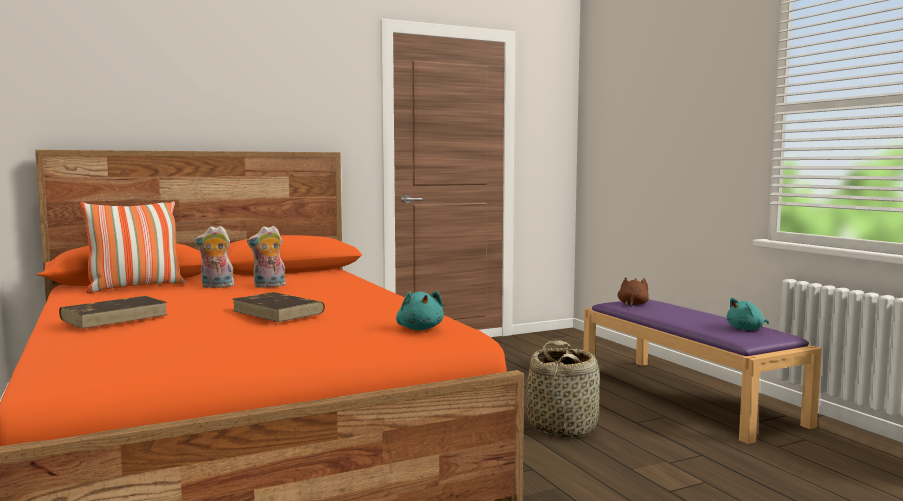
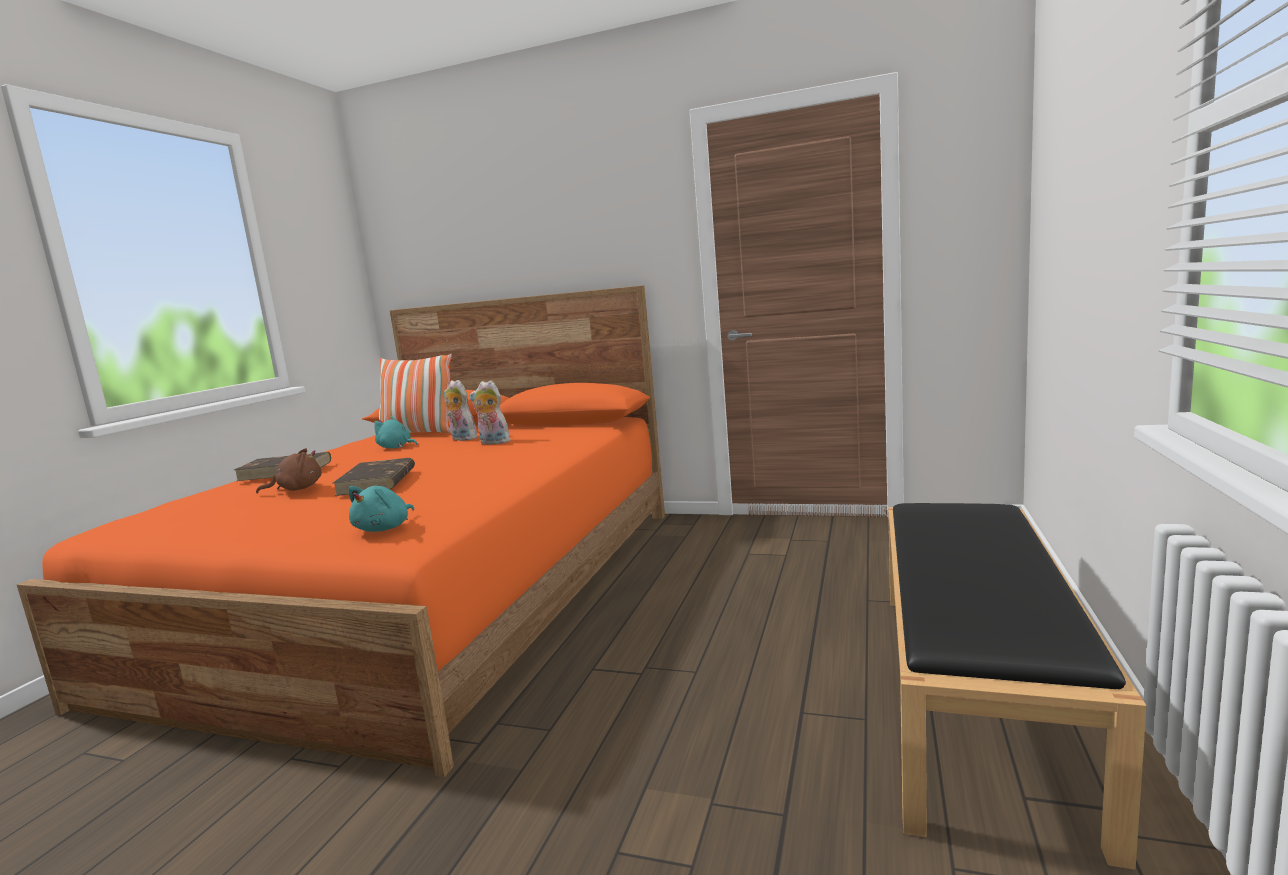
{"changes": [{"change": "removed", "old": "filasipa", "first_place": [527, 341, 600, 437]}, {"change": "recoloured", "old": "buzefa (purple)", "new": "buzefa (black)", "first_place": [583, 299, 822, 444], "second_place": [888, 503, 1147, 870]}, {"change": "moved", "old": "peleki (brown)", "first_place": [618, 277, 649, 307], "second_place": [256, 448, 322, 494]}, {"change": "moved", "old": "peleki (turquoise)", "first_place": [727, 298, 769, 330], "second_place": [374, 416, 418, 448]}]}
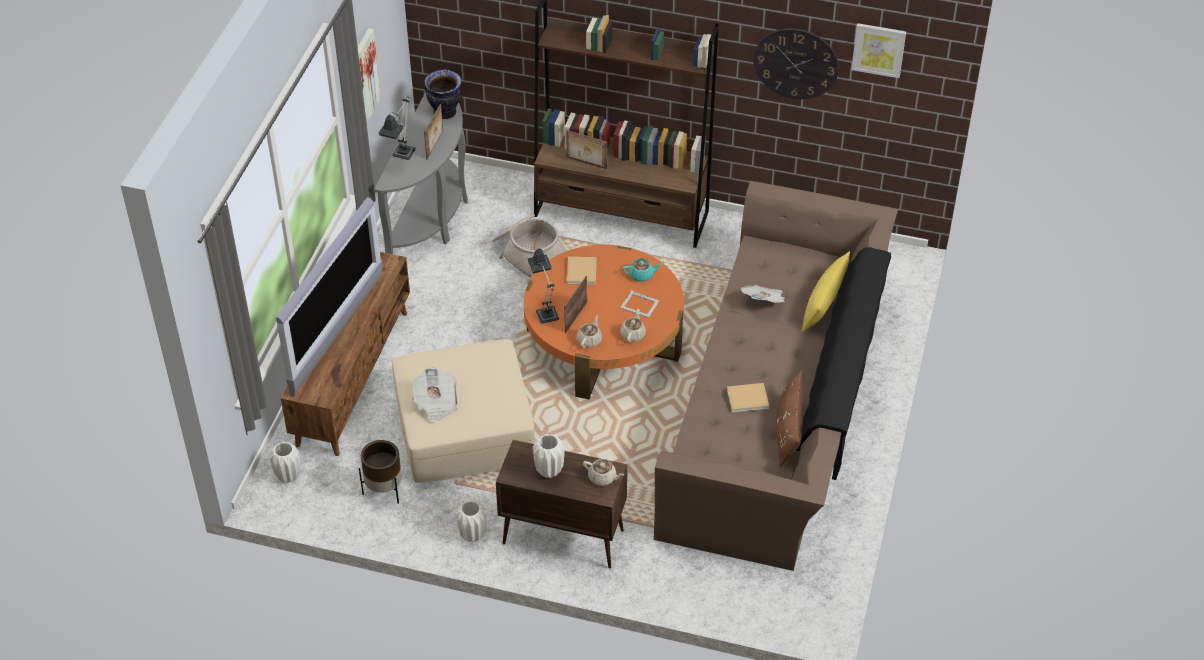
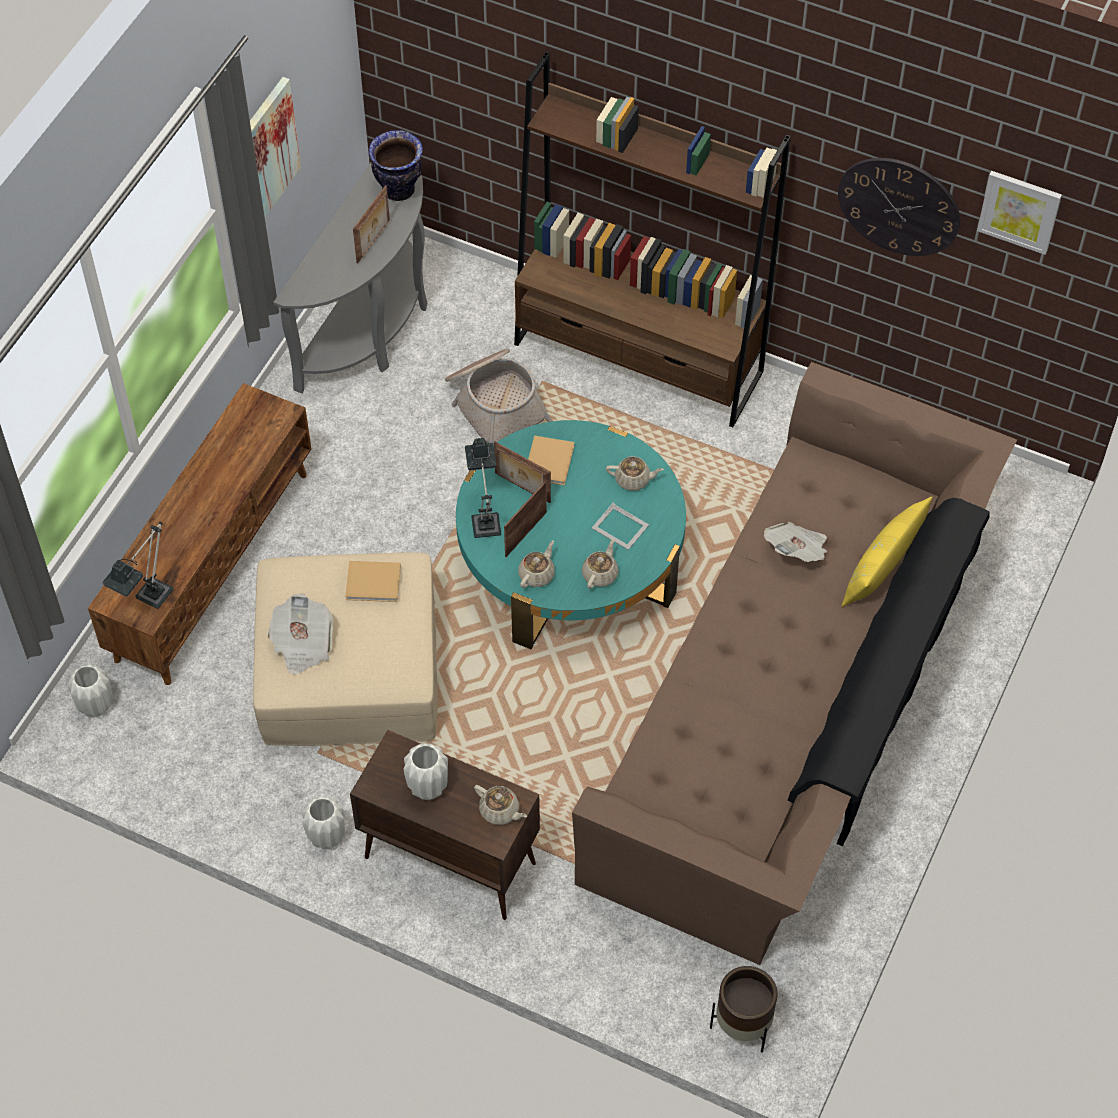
{"changes": [{"change": "removed", "old": "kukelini", "first_place": [276, 197, 383, 397]}, {"change": "moved", "old": "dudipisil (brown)", "first_place": [359, 440, 402, 504], "second_place": [710, 966, 777, 1053]}, {"change": "moved", "old": "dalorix", "first_place": [379, 97, 416, 160], "second_place": [102, 522, 173, 609]}, {"change": "recoloured", "old": "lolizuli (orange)", "new": "lolizuli (turquoise)", "first_place": [523, 245, 684, 399], "second_place": [456, 420, 686, 649]}, {"change": "moved", "old": "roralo", "first_place": [566, 130, 607, 169], "second_place": [494, 441, 551, 503]}, {"change": "recoloured", "old": "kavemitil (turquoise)", "new": "kavemitil (beige)", "first_place": [623, 258, 663, 282], "second_place": [606, 456, 664, 491]}, {"change": "moved", "old": "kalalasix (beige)", "first_place": [727, 383, 769, 412], "second_place": [345, 561, 401, 602]}, {"change": "removed", "old": "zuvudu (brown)", "first_place": [776, 370, 804, 467]}]}
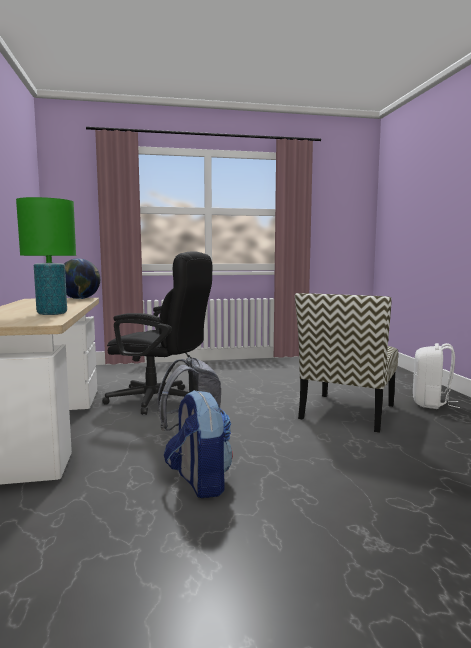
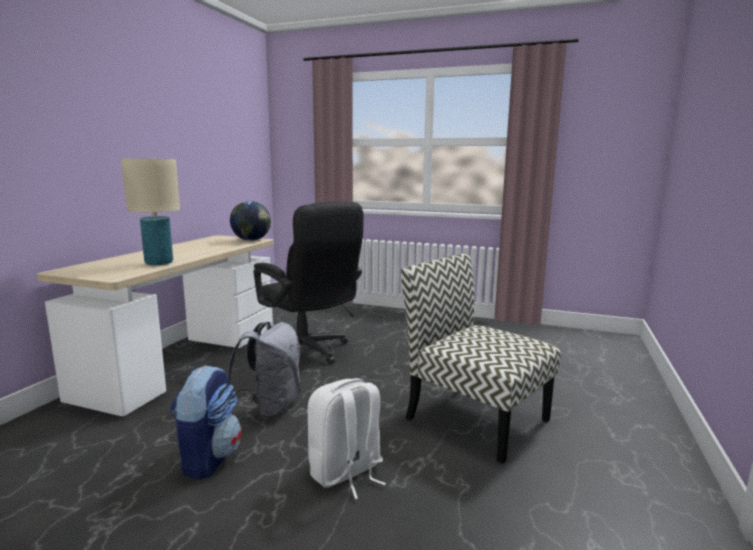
{"changes": [{"change": "recoloured", "old": "dalorix (green)", "new": "dalorix (beige)", "first_place": [16, 197, 76, 315], "second_place": [121, 159, 180, 266]}, {"change": "turned", "old": "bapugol", "first_place": [295, 293, 398, 433], "second_place": [401, 253, 561, 464], "degrees": 75}, {"change": "moved", "old": "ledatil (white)", "first_place": [413, 343, 460, 409], "second_place": [308, 378, 386, 499]}]}
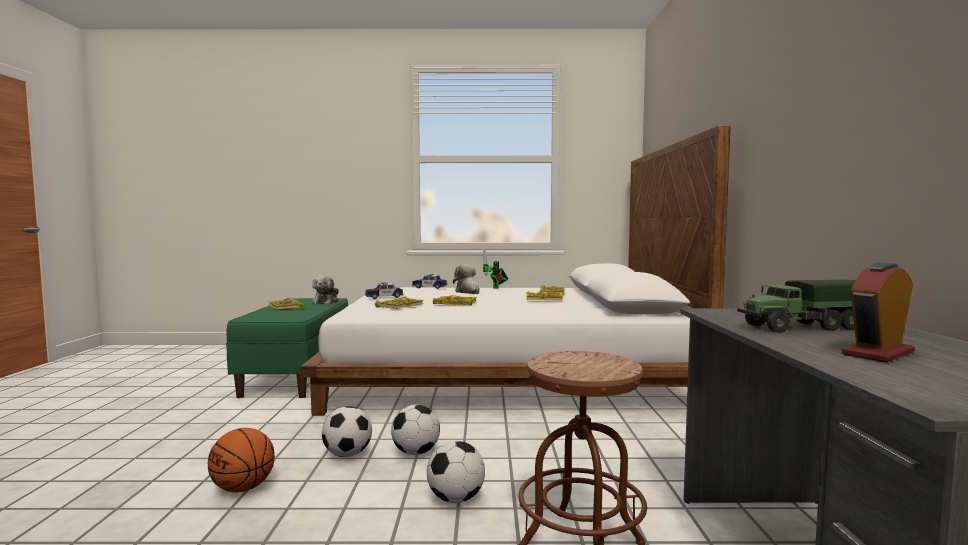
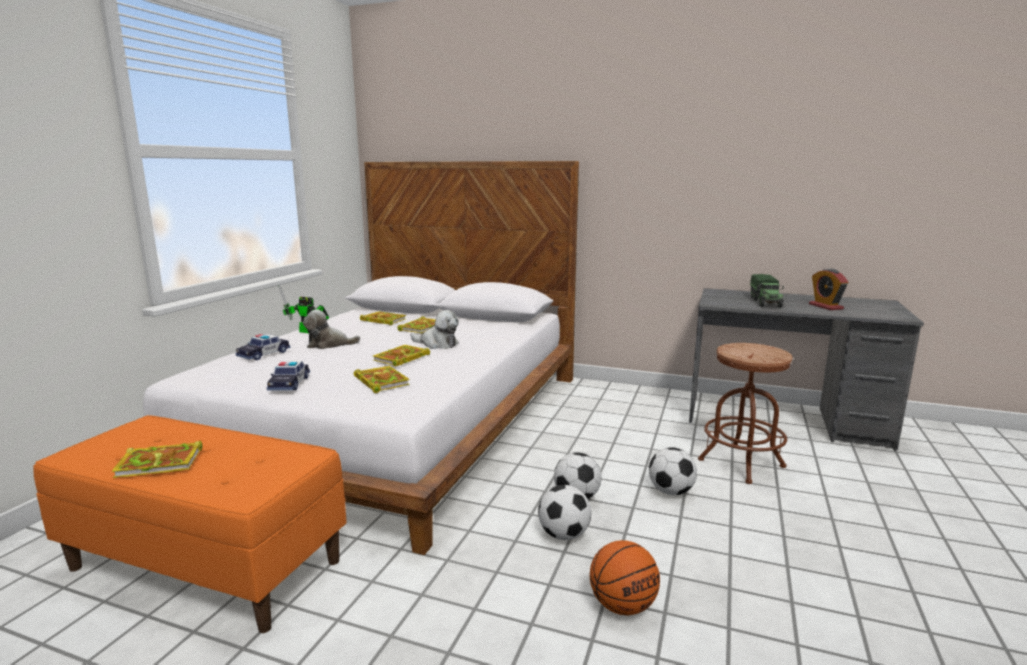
{"changes": [{"change": "recoloured", "old": "buzefa (green)", "new": "buzefa (orange)", "first_place": [226, 298, 348, 398], "second_place": [33, 415, 347, 633]}, {"change": "moved", "old": "peleki", "first_place": [312, 276, 339, 304], "second_place": [411, 310, 459, 349]}]}
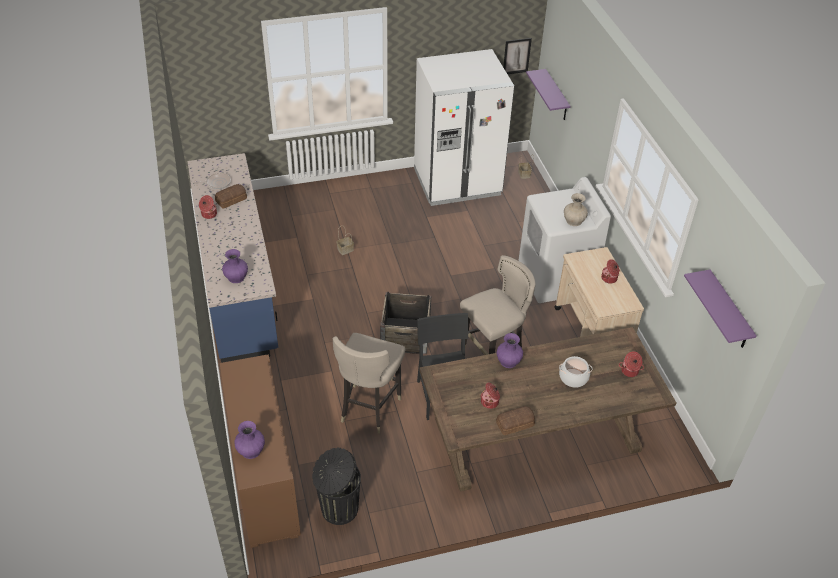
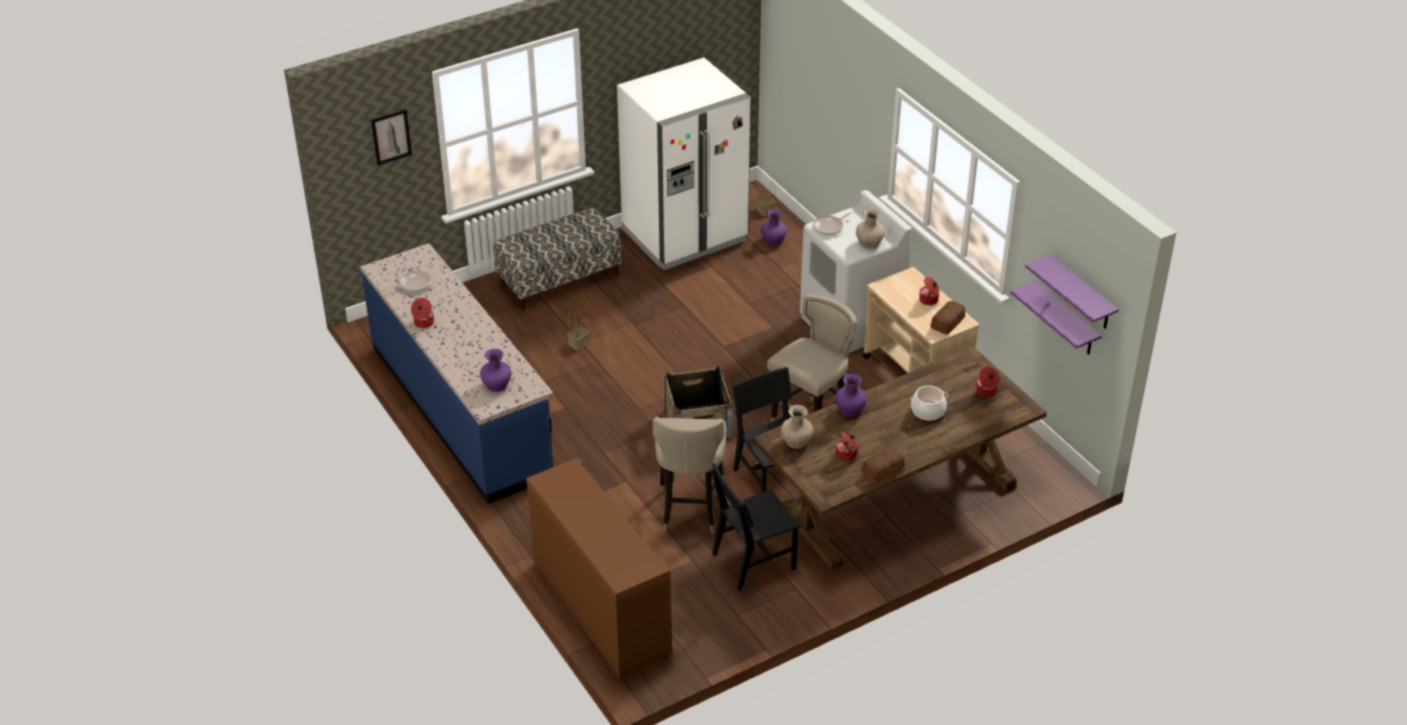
{"changes": [{"change": "moved", "old": "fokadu", "first_place": [215, 184, 247, 209], "second_place": [931, 301, 965, 335]}, {"change": "moved", "old": "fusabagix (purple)", "first_place": [234, 421, 265, 459], "second_place": [761, 209, 787, 246]}, {"change": "removed", "old": "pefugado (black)", "first_place": [312, 448, 361, 525]}, {"change": "moved", "old": "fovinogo", "first_place": [503, 38, 532, 74], "second_place": [371, 109, 412, 165]}, {"change": "moved", "old": "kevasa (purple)", "first_place": [526, 69, 571, 120], "second_place": [1011, 281, 1102, 354]}, {"change": "added", "new": "buzefa", "second_place": [493, 207, 621, 310]}, {"change": "added", "new": "bapugol (black)", "second_place": [711, 463, 801, 591]}, {"change": "added", "new": "fusabagix (beige)", "second_place": [781, 405, 813, 449]}, {"change": "added", "new": "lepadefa", "second_place": [813, 212, 852, 235]}]}
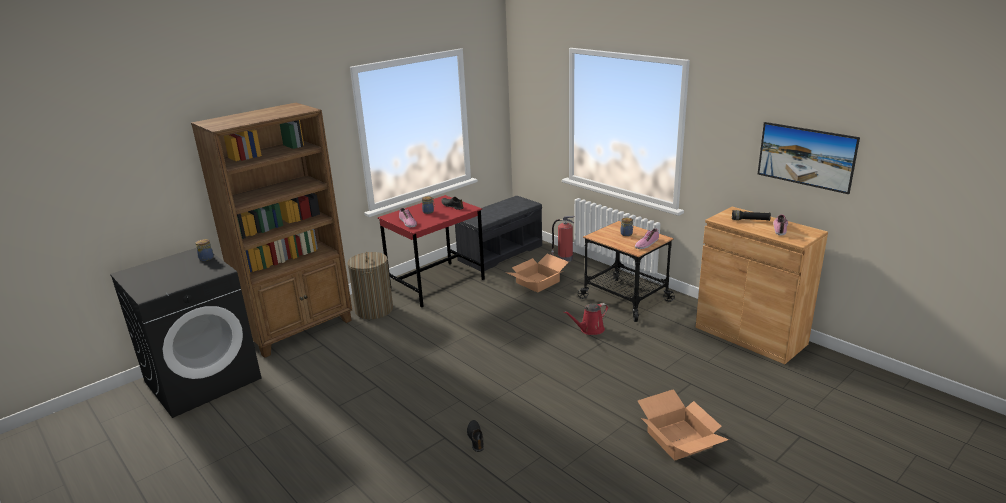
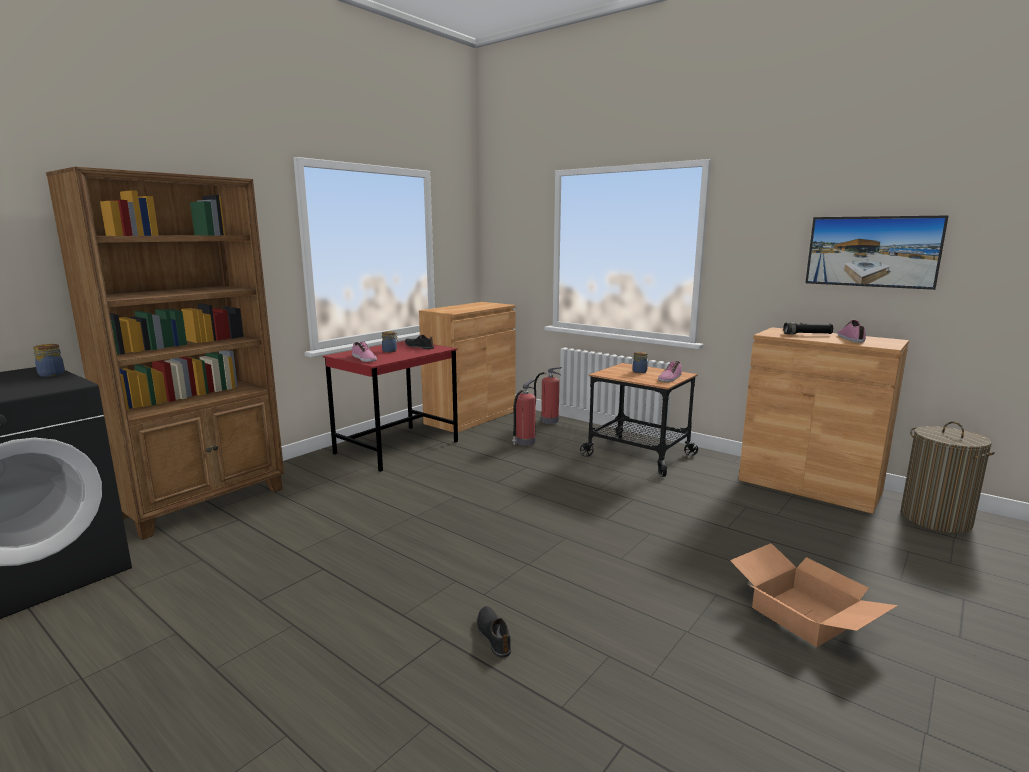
{"changes": [{"change": "moved", "old": "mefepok", "first_place": [347, 251, 393, 319], "second_place": [901, 421, 995, 533]}, {"change": "replaced", "old": "buzefa (grey)", "new": "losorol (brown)", "first_place": [455, 196, 542, 271], "second_place": [419, 302, 515, 433]}, {"change": "replaced", "old": "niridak", "new": "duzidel", "first_place": [505, 253, 569, 293], "second_place": [512, 379, 536, 446]}, {"change": "removed", "old": "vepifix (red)", "first_place": [564, 303, 608, 335]}]}
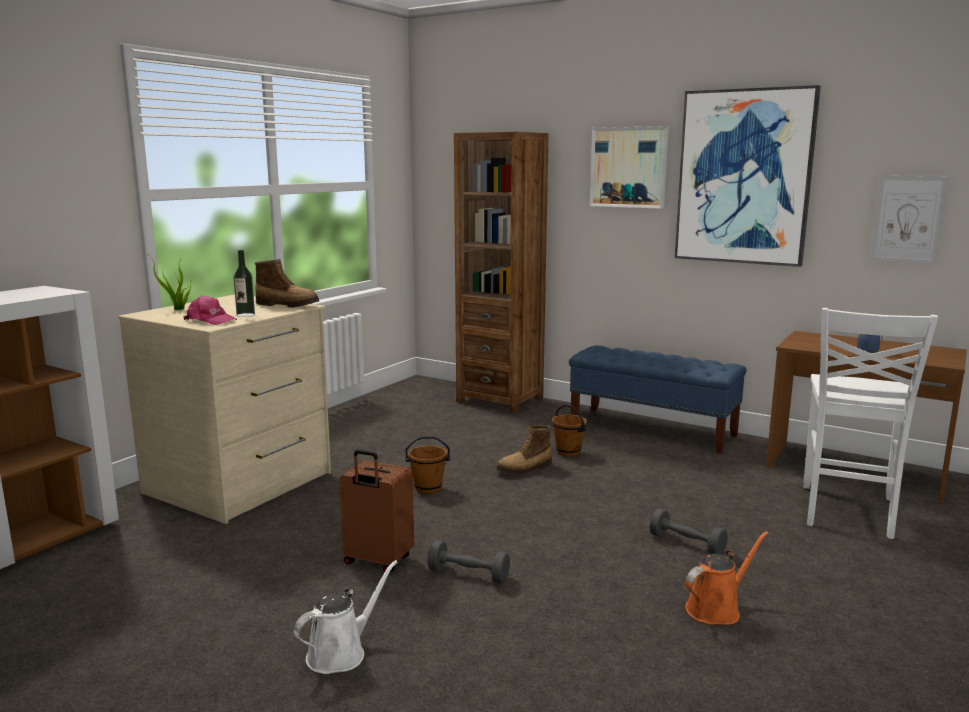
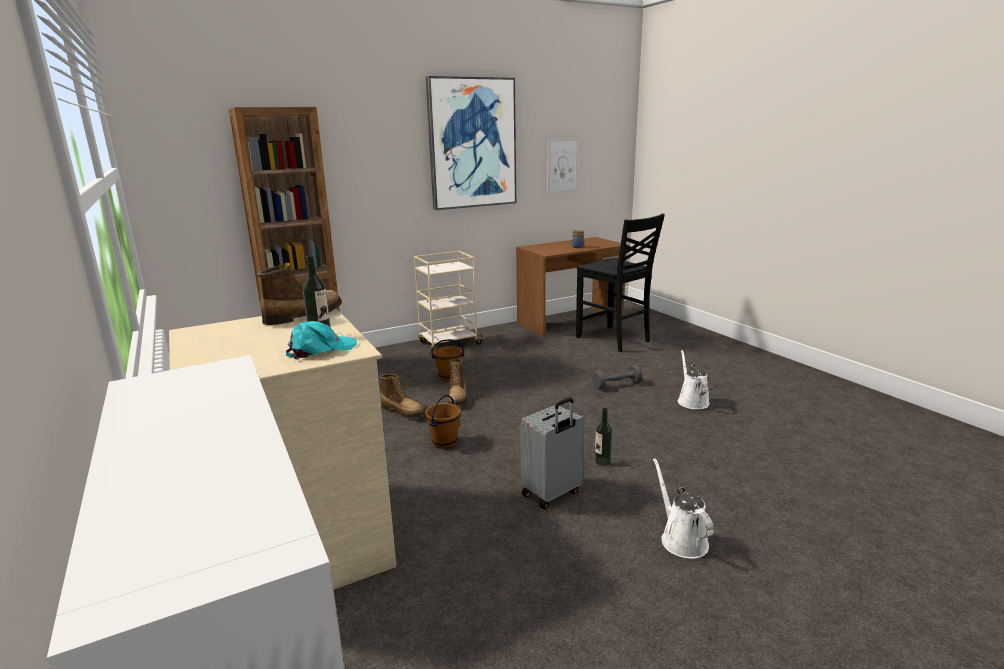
{"changes": [{"change": "removed", "old": "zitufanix", "first_place": [152, 259, 191, 310]}, {"change": "recoloured", "old": "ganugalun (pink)", "new": "ganugalun (turquoise)", "first_place": [183, 295, 237, 325], "second_place": [286, 321, 357, 360]}, {"change": "recoloured", "old": "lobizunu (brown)", "new": "lobizunu (grey)", "first_place": [339, 450, 414, 572], "second_place": [520, 397, 585, 510]}, {"change": "replaced", "old": "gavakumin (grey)", "new": "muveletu", "first_place": [428, 540, 510, 584], "second_place": [595, 408, 612, 466]}, {"change": "replaced", "old": "buzefa (blue)", "new": "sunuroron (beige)", "first_place": [569, 345, 747, 454], "second_place": [414, 251, 484, 351]}, {"change": "removed", "old": "fovinogo", "first_place": [590, 126, 669, 209]}, {"change": "recoloured", "old": "vepifix (orange)", "new": "vepifix (white)", "first_place": [685, 531, 768, 625], "second_place": [678, 350, 710, 410]}, {"change": "recoloured", "old": "bapugol (white)", "new": "bapugol (black)", "first_place": [803, 308, 938, 539], "second_place": [576, 214, 665, 352]}, {"change": "added", "new": "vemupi", "second_place": [380, 374, 425, 419]}]}
